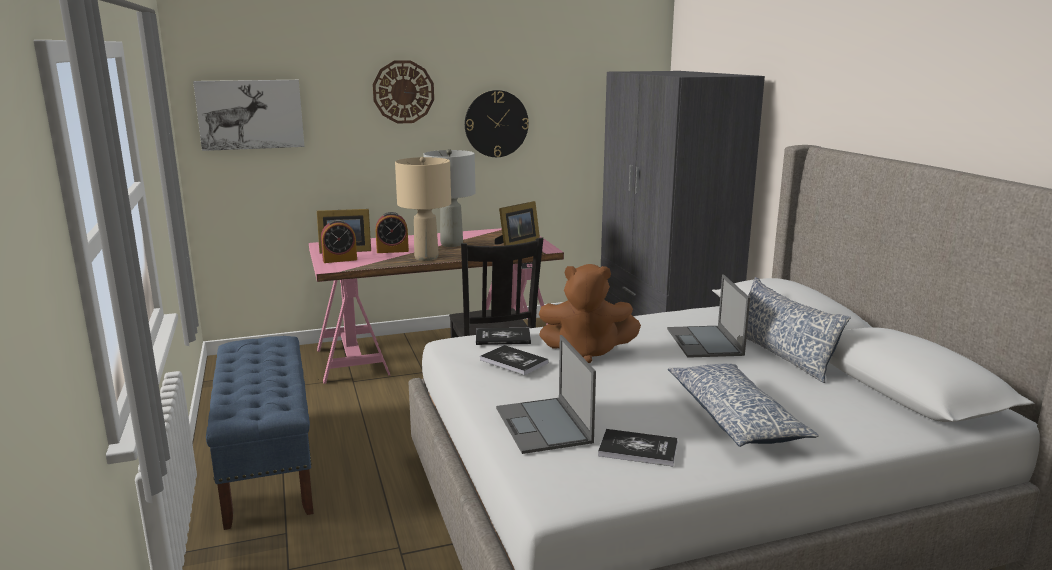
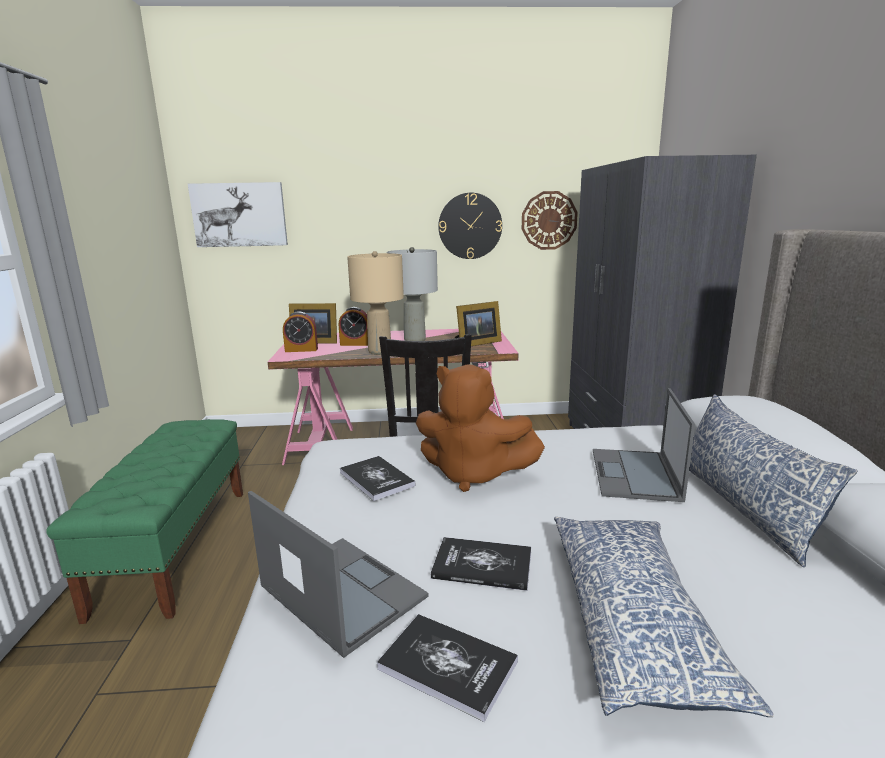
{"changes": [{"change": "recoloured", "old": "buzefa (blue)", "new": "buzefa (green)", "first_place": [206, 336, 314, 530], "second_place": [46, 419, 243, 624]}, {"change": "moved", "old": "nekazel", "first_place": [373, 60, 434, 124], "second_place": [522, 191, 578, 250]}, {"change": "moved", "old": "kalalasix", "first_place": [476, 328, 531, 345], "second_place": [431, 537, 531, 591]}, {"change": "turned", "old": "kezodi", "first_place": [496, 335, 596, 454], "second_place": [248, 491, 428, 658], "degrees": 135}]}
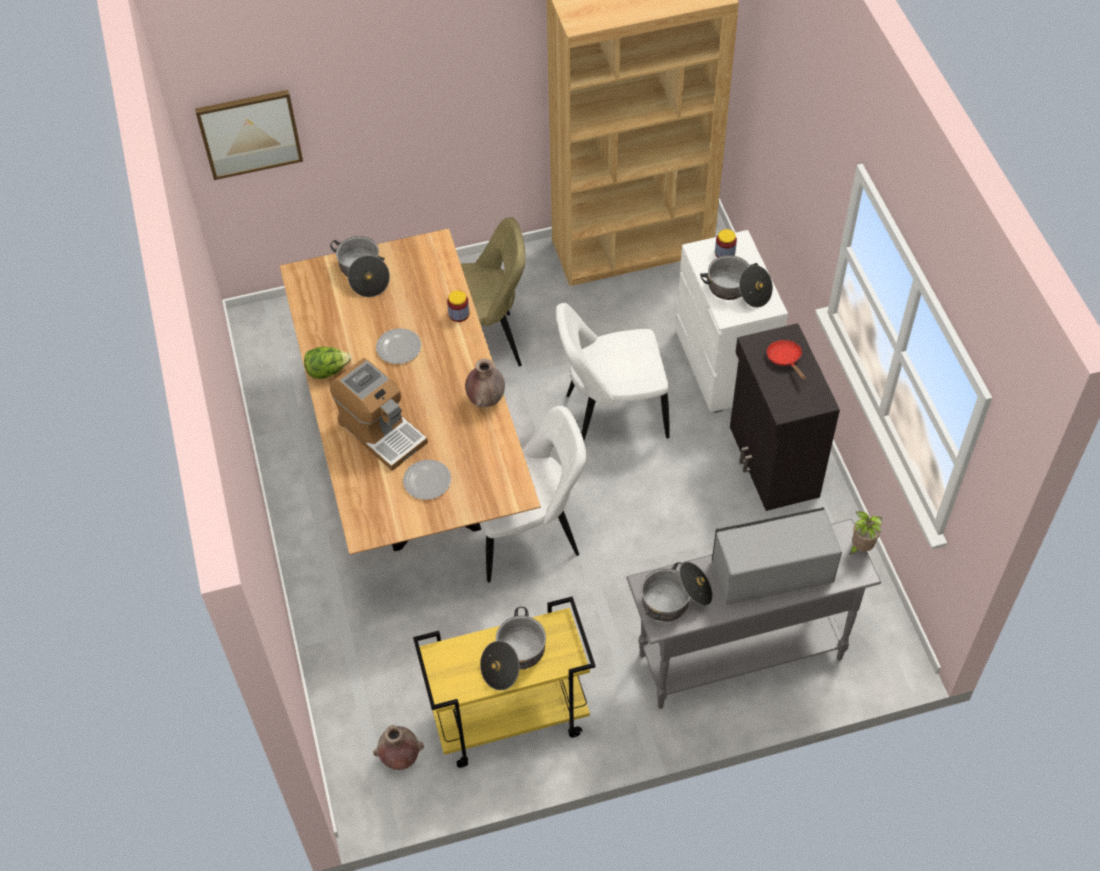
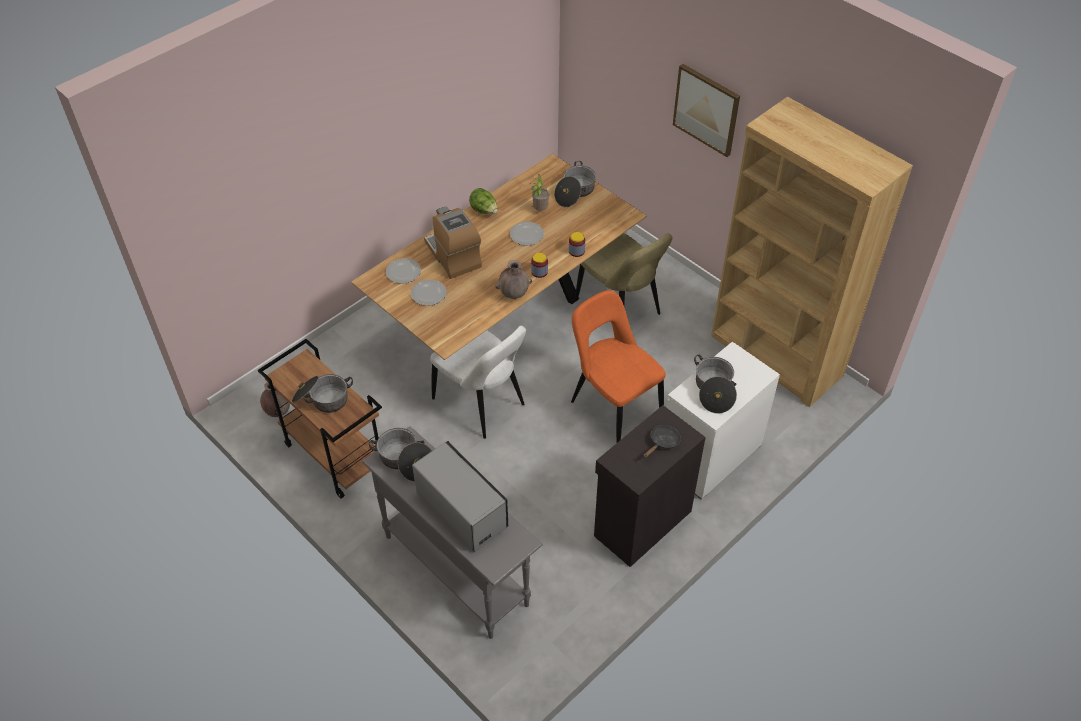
{"changes": [{"change": "moved", "old": "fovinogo", "first_place": [195, 90, 303, 180], "second_place": [673, 64, 740, 157]}, {"change": "turned", "old": "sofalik", "first_place": [330, 358, 428, 471], "second_place": [424, 206, 482, 279], "degrees": 135}, {"change": "recoloured", "old": "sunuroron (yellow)", "new": "sunuroron (brown)", "first_place": [413, 596, 596, 768], "second_place": [258, 339, 382, 499]}, {"change": "recoloured", "old": "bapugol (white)", "new": "bapugol (orange)", "first_place": [556, 303, 670, 441], "second_place": [571, 290, 666, 443]}, {"change": "moved", "old": "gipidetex", "first_place": [715, 229, 737, 258], "second_place": [531, 252, 548, 278]}, {"change": "recoloured", "old": "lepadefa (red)", "new": "lepadefa (black)", "first_place": [767, 340, 806, 381], "second_place": [643, 425, 681, 458]}, {"change": "moved", "old": "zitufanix", "first_place": [848, 511, 882, 555], "second_place": [530, 175, 549, 211]}, {"change": "added", "new": "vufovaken", "second_place": [386, 258, 421, 283]}]}
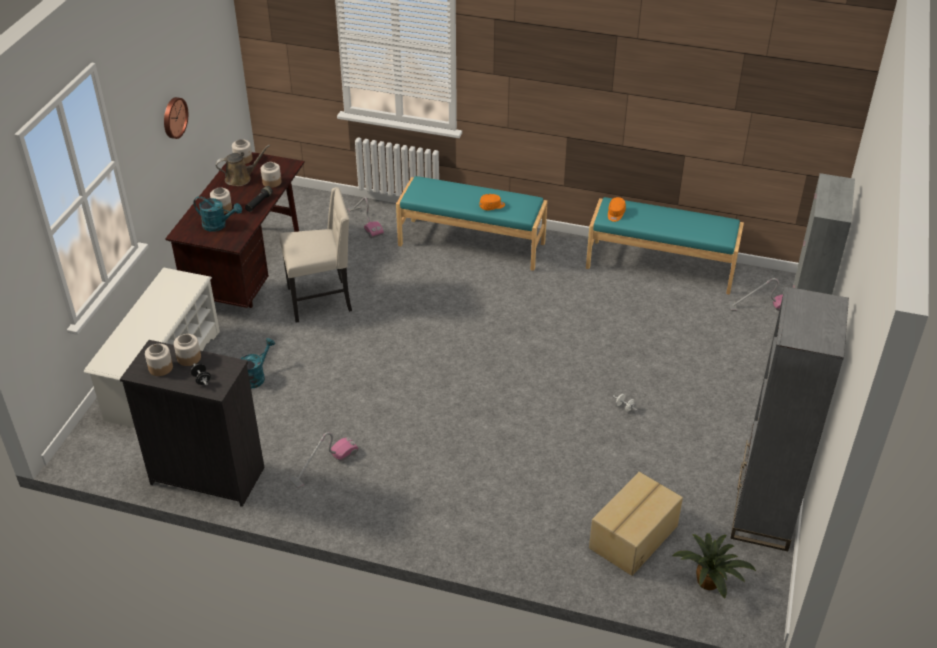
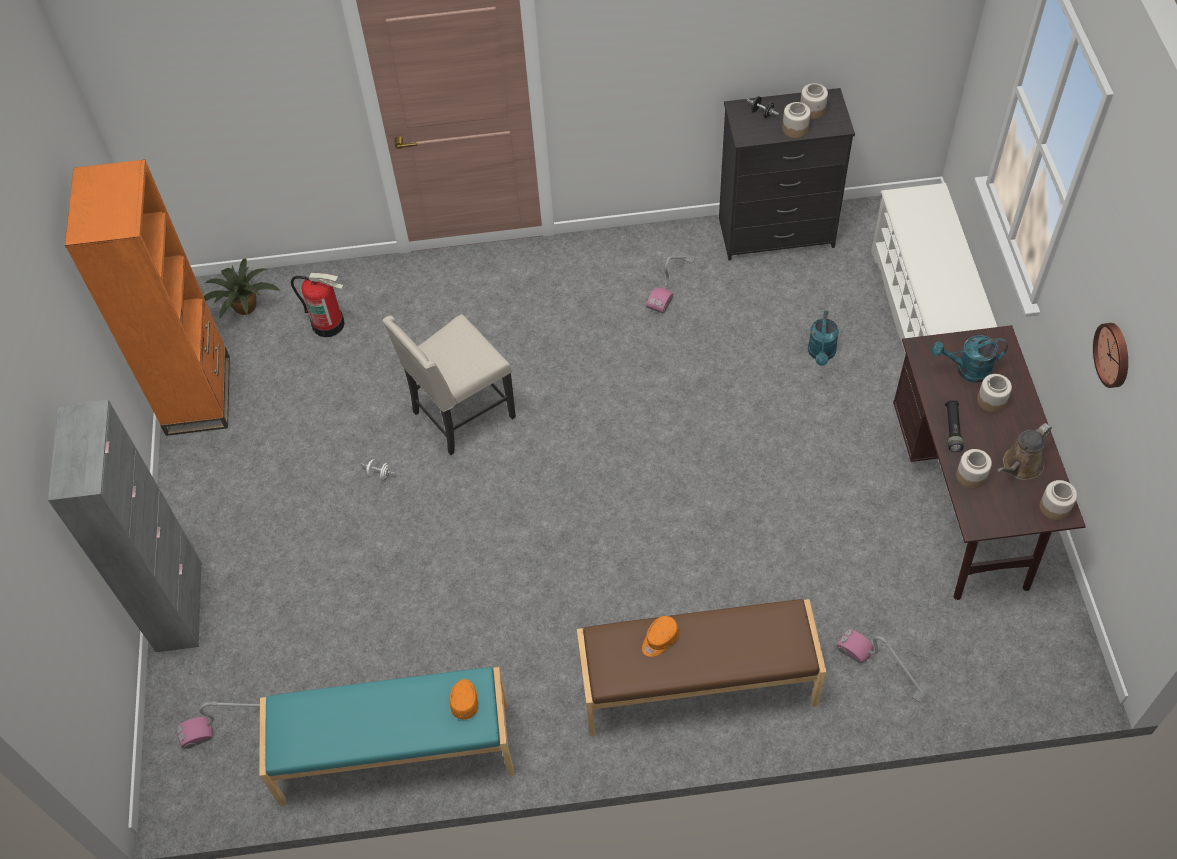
{"changes": [{"change": "moved", "old": "bapugol (beige)", "first_place": [280, 187, 352, 323], "second_place": [383, 314, 516, 455]}, {"change": "recoloured", "old": "buzefa (turquoise)", "new": "buzefa (brown)", "first_place": [396, 176, 548, 271], "second_place": [577, 599, 826, 736]}, {"change": "replaced", "old": "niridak", "new": "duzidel", "first_place": [589, 472, 683, 576], "second_place": [291, 273, 345, 337]}, {"change": "recoloured", "old": "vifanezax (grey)", "new": "vifanezax (orange)", "first_place": [731, 286, 849, 551], "second_place": [65, 159, 230, 436]}]}
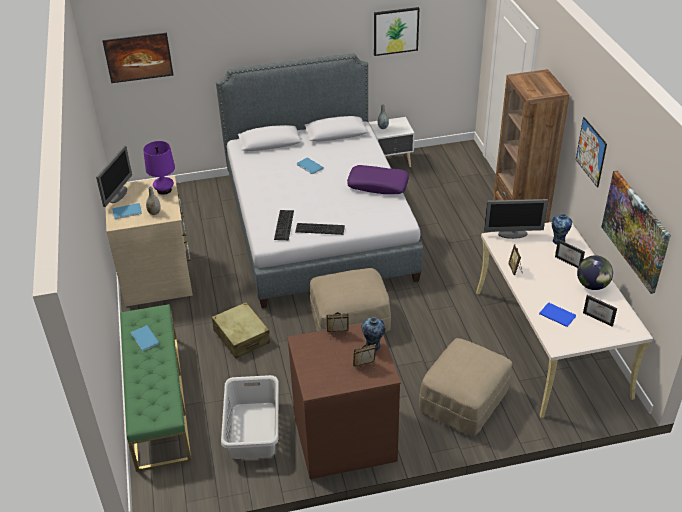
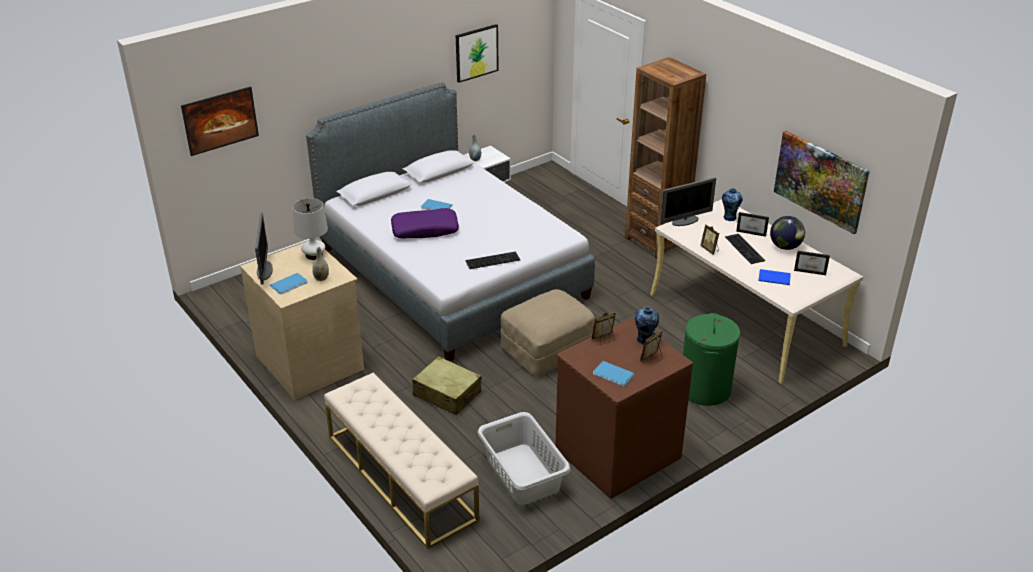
{"changes": [{"change": "recoloured", "old": "buzefa (green)", "new": "buzefa (beige)", "first_place": [120, 304, 191, 472], "second_place": [324, 373, 480, 549]}, {"change": "moved", "old": "kalalasix (blue)", "first_place": [131, 325, 160, 351], "second_place": [593, 361, 635, 386]}, {"change": "recoloured", "old": "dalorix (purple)", "new": "dalorix (white)", "first_place": [143, 141, 175, 195], "second_place": [293, 198, 328, 260]}, {"change": "moved", "old": "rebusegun", "first_place": [274, 210, 294, 240], "second_place": [725, 234, 765, 264]}, {"change": "moved", "old": "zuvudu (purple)", "first_place": [347, 165, 409, 194], "second_place": [391, 208, 459, 238]}, {"change": "replaced", "old": "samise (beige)", "new": "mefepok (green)", "first_place": [419, 338, 512, 436], "second_place": [683, 313, 741, 406]}, {"change": "removed", "old": "fovinogo", "first_place": [576, 117, 607, 187]}]}
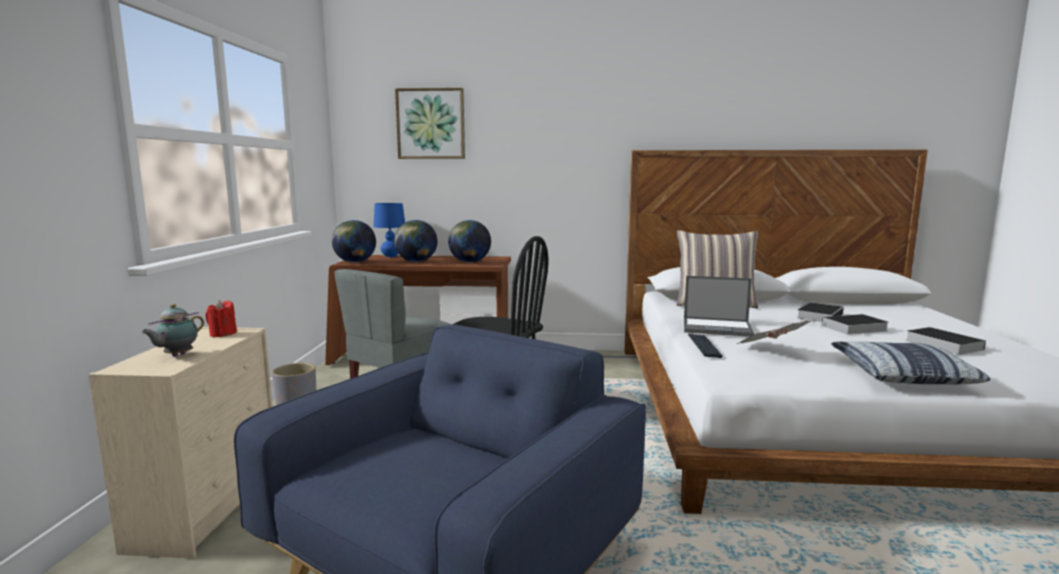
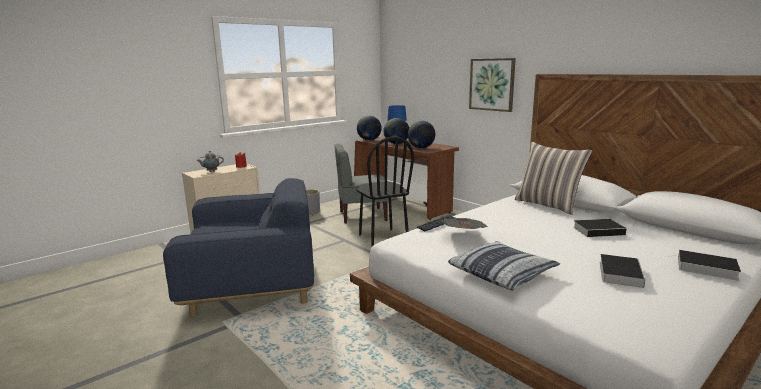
{"changes": [{"change": "moved", "old": "fovinogo", "first_place": [395, 88, 465, 159], "second_place": [469, 58, 516, 112]}, {"change": "removed", "old": "kezodi", "first_place": [684, 276, 754, 337]}, {"change": "moved", "old": "kalalasix", "first_place": [818, 314, 889, 334], "second_place": [667, 250, 741, 281]}]}
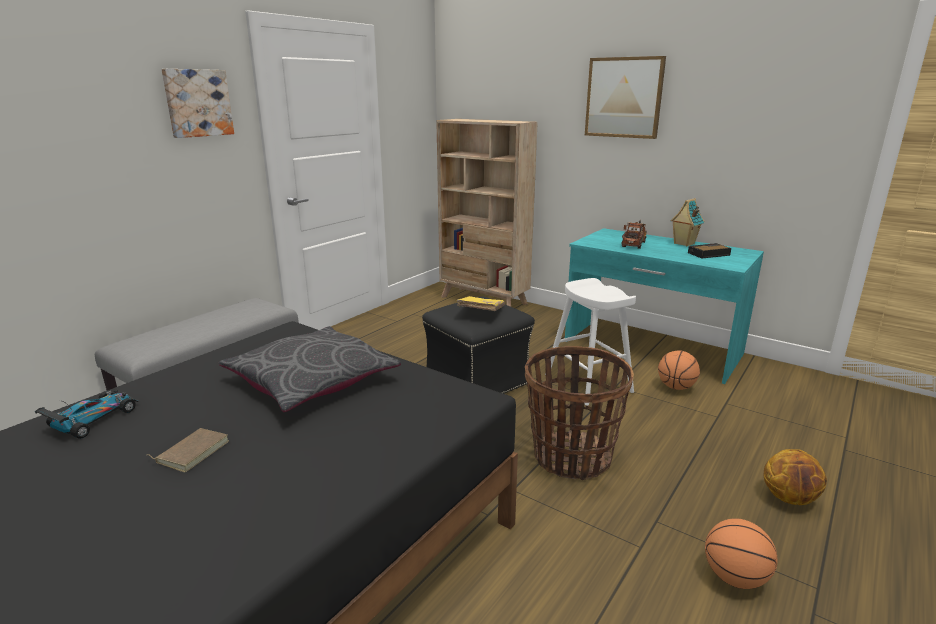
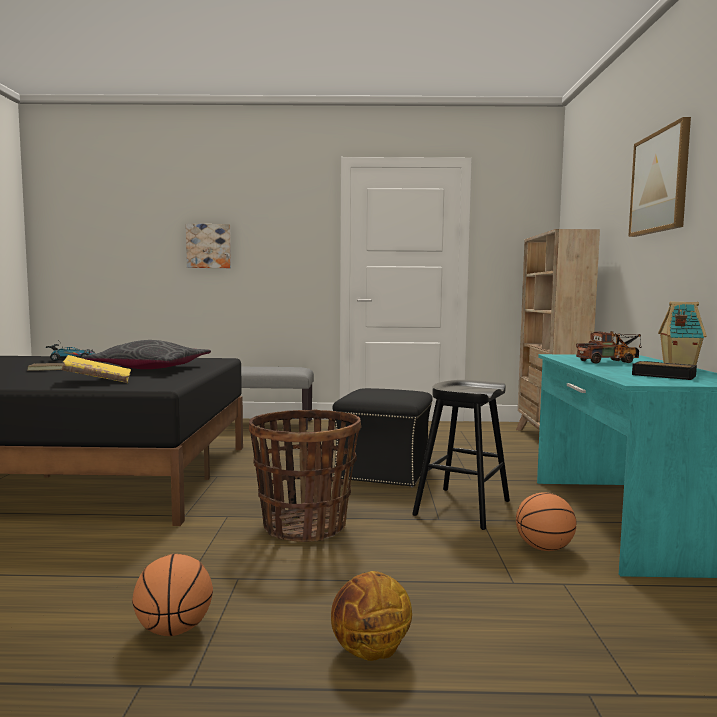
{"changes": [{"change": "moved", "old": "fovinogo", "first_place": [162, 69, 234, 138], "second_place": [186, 224, 231, 268]}, {"change": "moved", "old": "kalalasix (yellow)", "first_place": [457, 296, 505, 311], "second_place": [61, 355, 131, 383]}, {"change": "recoloured", "old": "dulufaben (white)", "new": "dulufaben (black)", "first_place": [545, 278, 636, 406], "second_place": [412, 380, 510, 530]}]}
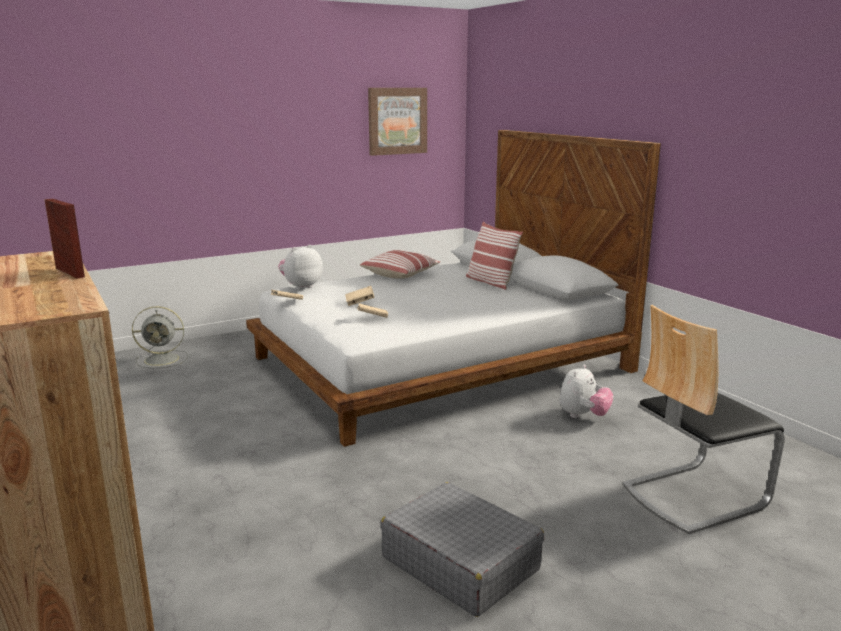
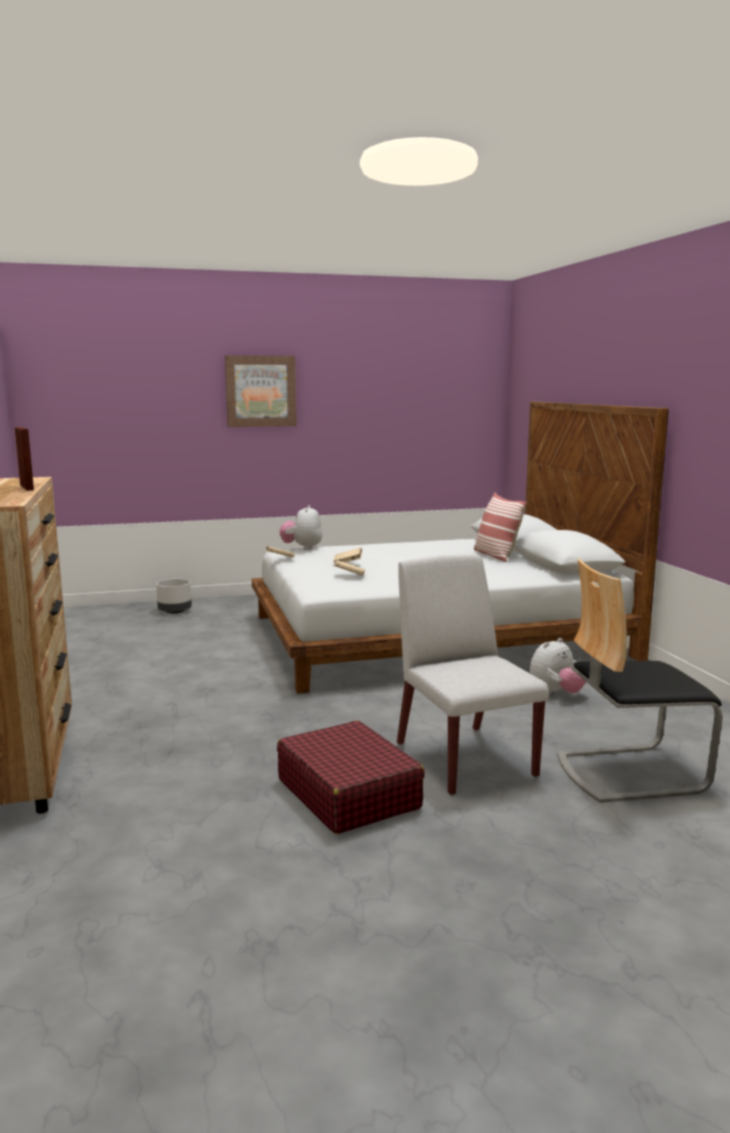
{"changes": [{"change": "replaced", "old": "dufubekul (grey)", "new": "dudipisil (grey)", "first_place": [132, 306, 188, 368], "second_place": [156, 579, 192, 614]}, {"change": "turned", "old": "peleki", "first_place": [278, 245, 323, 290], "second_place": [280, 505, 322, 550], "degrees": -60}, {"change": "removed", "old": "zuvudu", "first_place": [360, 250, 440, 279]}, {"change": "moved", "old": "fovinogo", "first_place": [368, 88, 427, 156], "second_place": [225, 355, 297, 427]}, {"change": "recoloured", "old": "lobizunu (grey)", "new": "lobizunu (red)", "first_place": [381, 482, 544, 617], "second_place": [277, 721, 425, 834]}, {"change": "added", "new": "bapugol (white)", "second_place": [397, 554, 549, 795]}]}
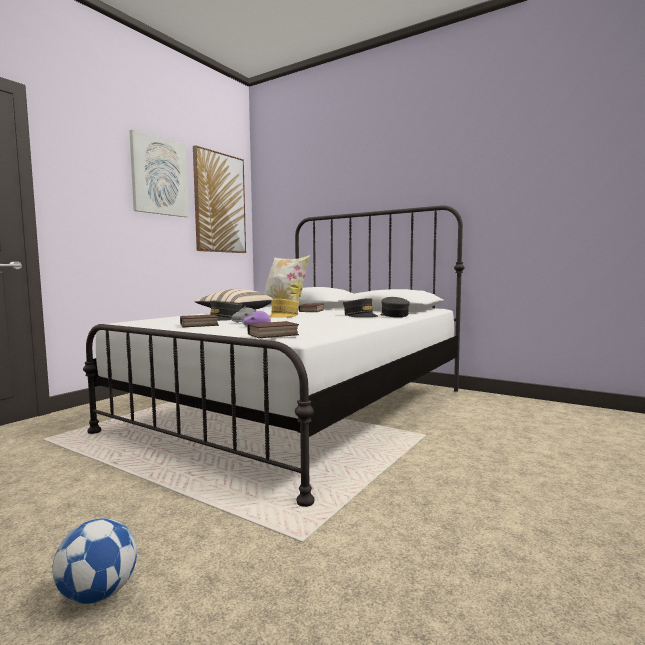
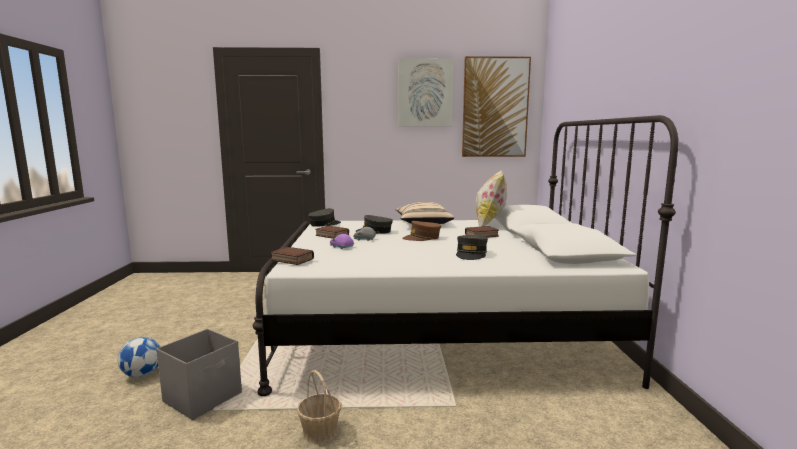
{"changes": [{"change": "recoloured", "old": "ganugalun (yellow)", "new": "ganugalun (brown)", "first_place": [269, 299, 299, 318], "second_place": [402, 221, 441, 241]}, {"change": "moved", "old": "ganugalun (grey)", "first_place": [381, 297, 410, 317], "second_place": [308, 208, 341, 227]}, {"change": "added", "new": "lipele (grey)", "second_place": [156, 329, 242, 420]}, {"change": "added", "new": "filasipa", "second_place": [297, 370, 342, 443]}]}
